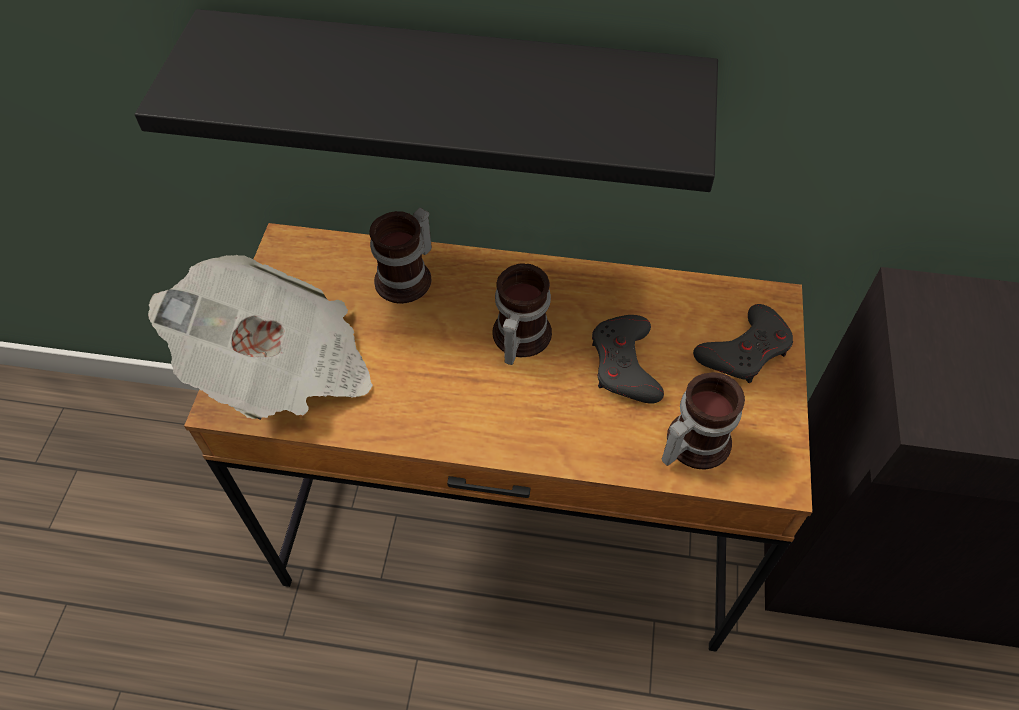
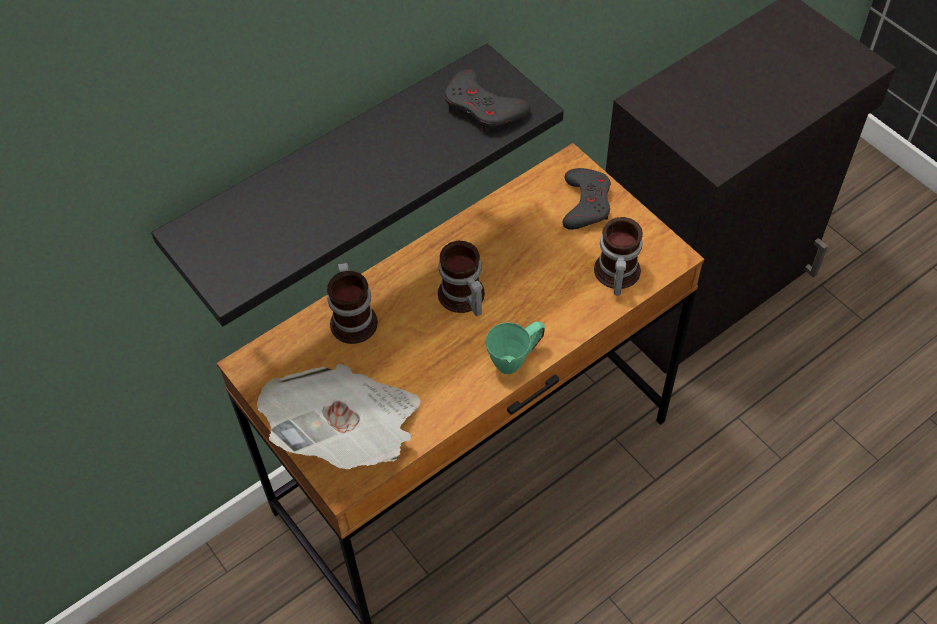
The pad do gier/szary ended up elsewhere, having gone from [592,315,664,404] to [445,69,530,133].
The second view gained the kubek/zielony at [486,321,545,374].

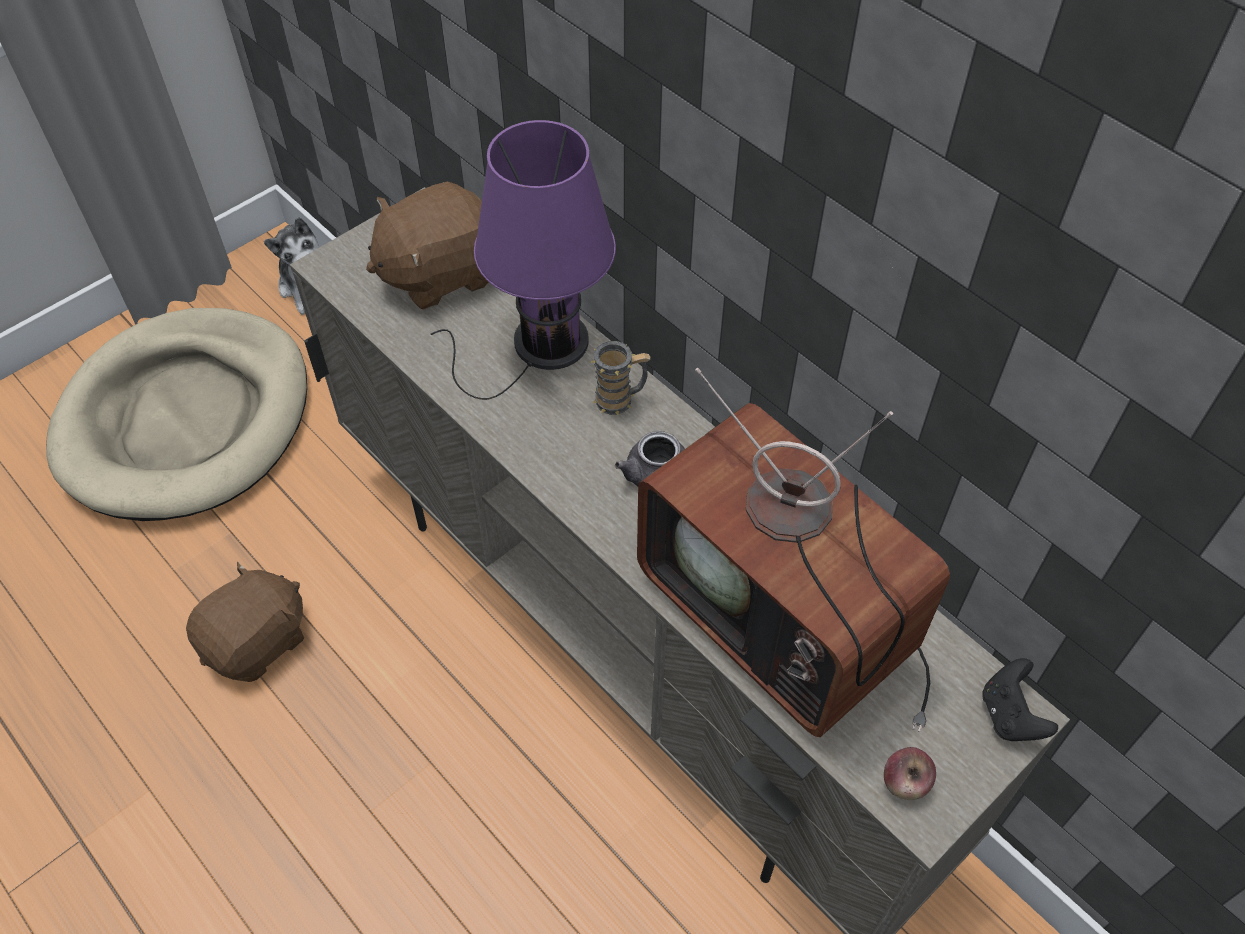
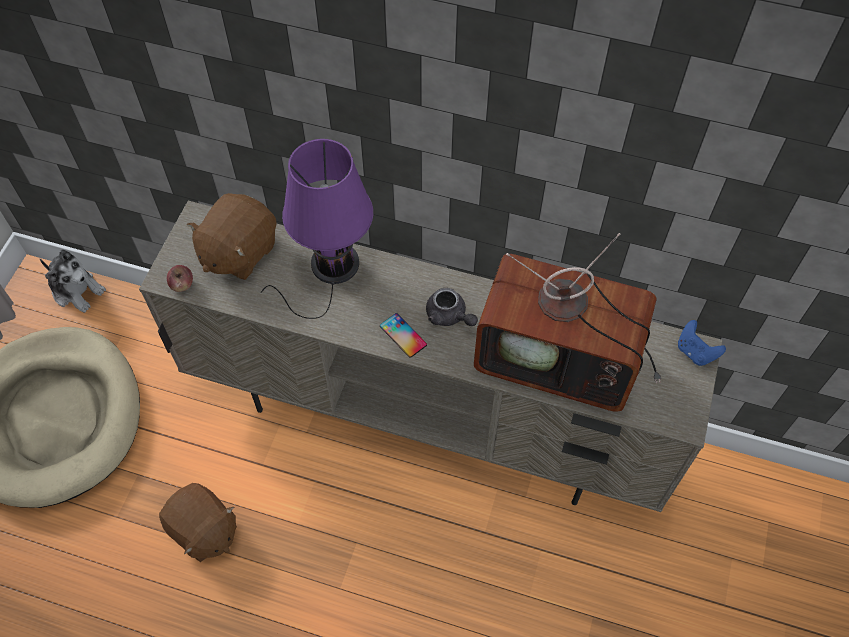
The pluszak/brązowy at [186,562,304,682] ended up facing another way, 120 degrees clockwise from before.
The second view lost the kubek at [591,341,651,415].
The jabłko ended up elsewhere, having gone from [884,747,936,800] to [167,265,193,292].
What was the pad do gier/czarny at [982,658,1058,741] turned into the pad do gier/niebieski at [678,320,726,366].
The second view gained the telefon at [380,313,427,358].

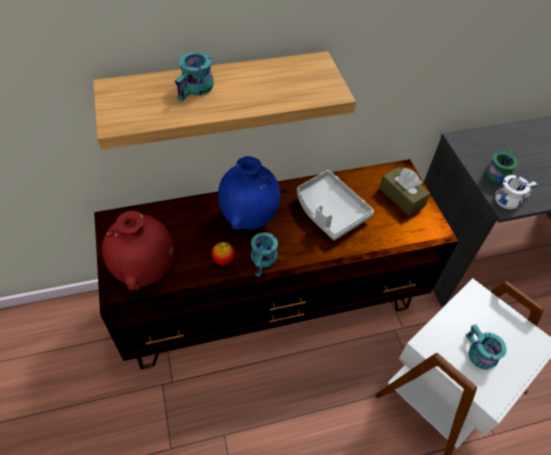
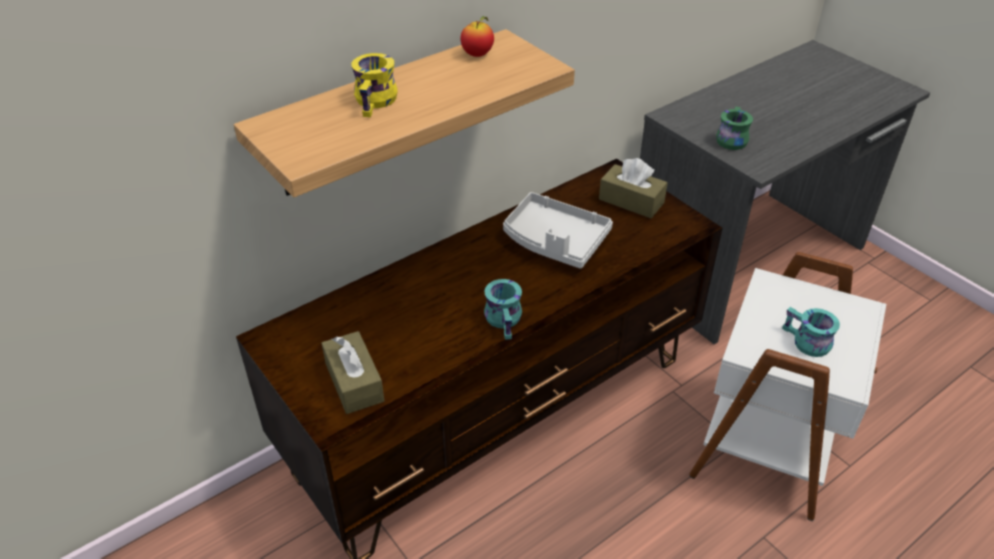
Where the wazon/czerwony stood at [102,211,174,291], the pudełko chusteczek/brązowy came to stand at [322,331,384,414].
What was the kubek/turkusowy at [175,52,214,102] turned into the kubek/żółty at [351,53,398,117].
The jabłko ended up elsewhere, having gone from [211,242,235,265] to [460,16,494,57].
The second view lost the wazon/niebieski at [218,156,281,230].
The second view lost the kubek/biały at [495,175,537,209].

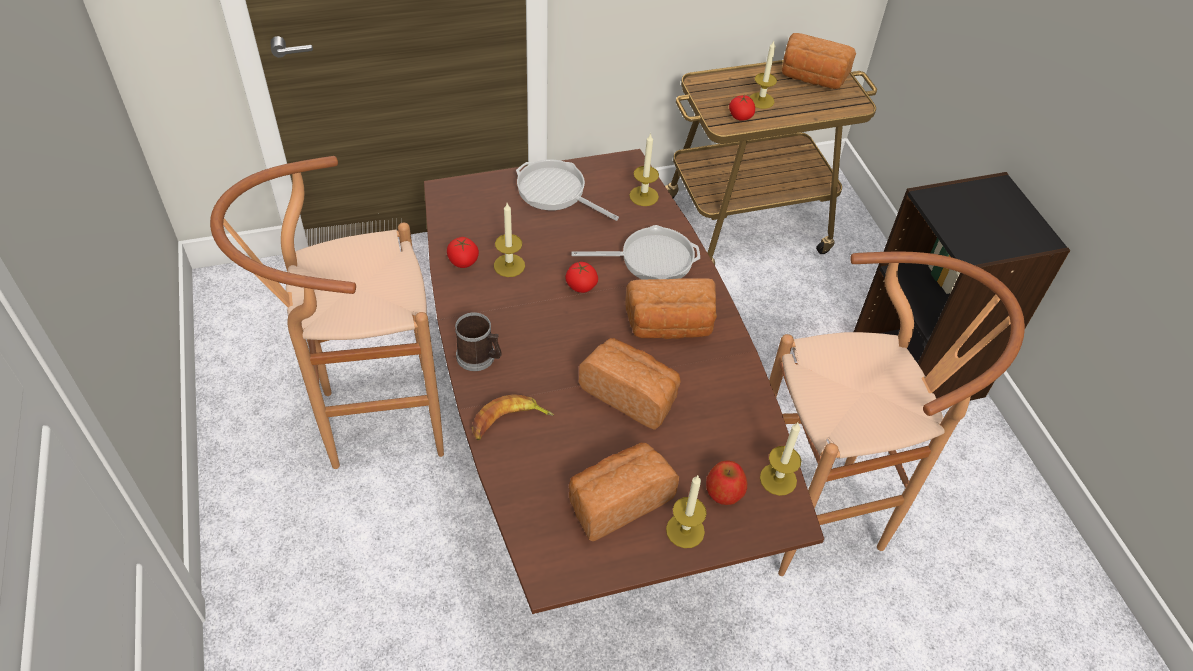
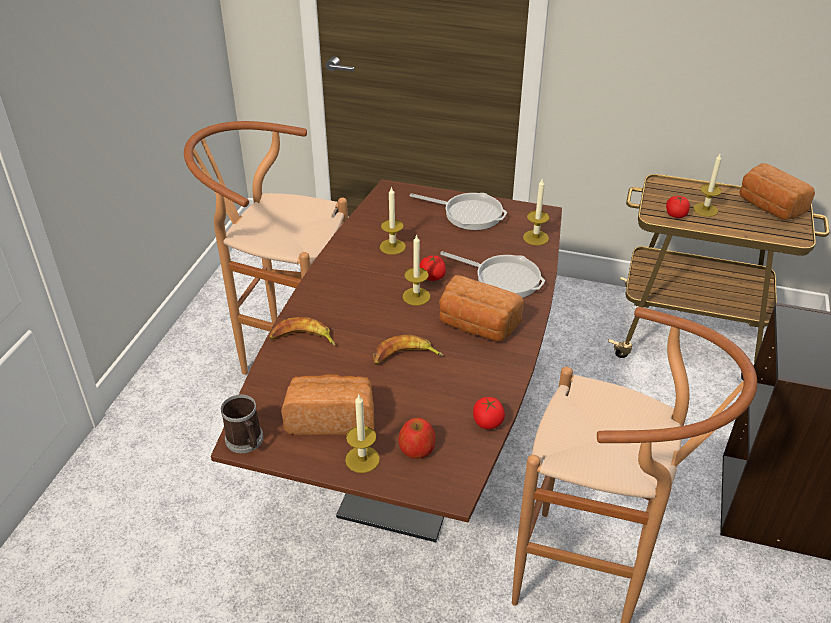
The pomidor ended up elsewhere, having gone from [447,237,479,268] to [473,397,505,429].
The kubek ended up elsewhere, having gone from [455,312,501,371] to [221,394,263,453].
The patelnia at [516,160,619,221] ended up facing another way, 135 degrees clockwise from before.
Where the chleb stood at [579,338,681,430], the banan came to stand at [373,335,444,365].
The świeca ended up elsewhere, having gone from [760,422,801,496] to [403,234,430,306].

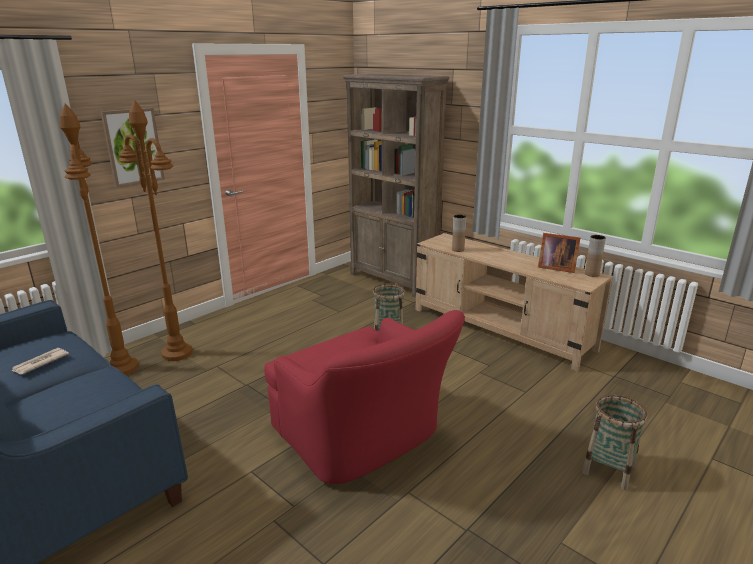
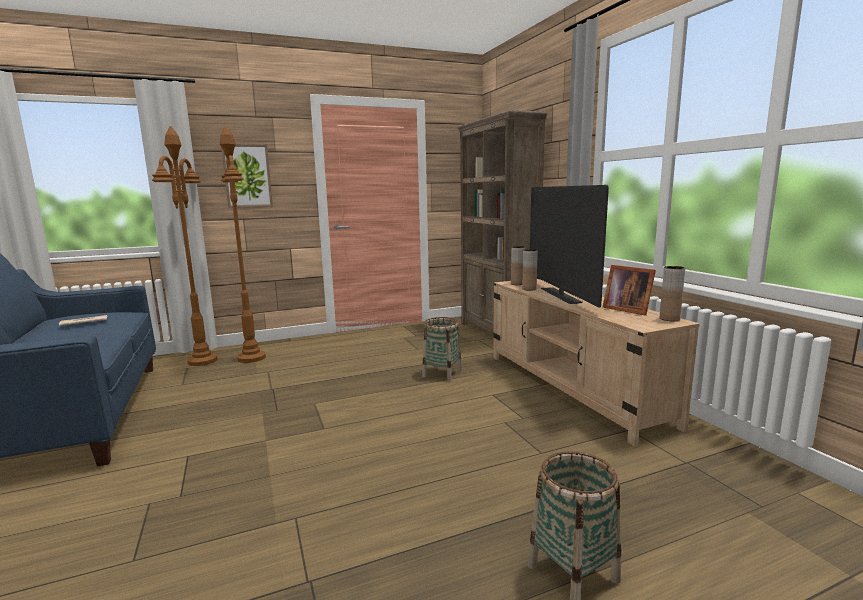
The second view lost the fotel/czerwony at [264,310,465,484].
The second view gained the wazon/brązowy at [511,246,525,285].
The second view gained the telewizor at [530,185,609,307].

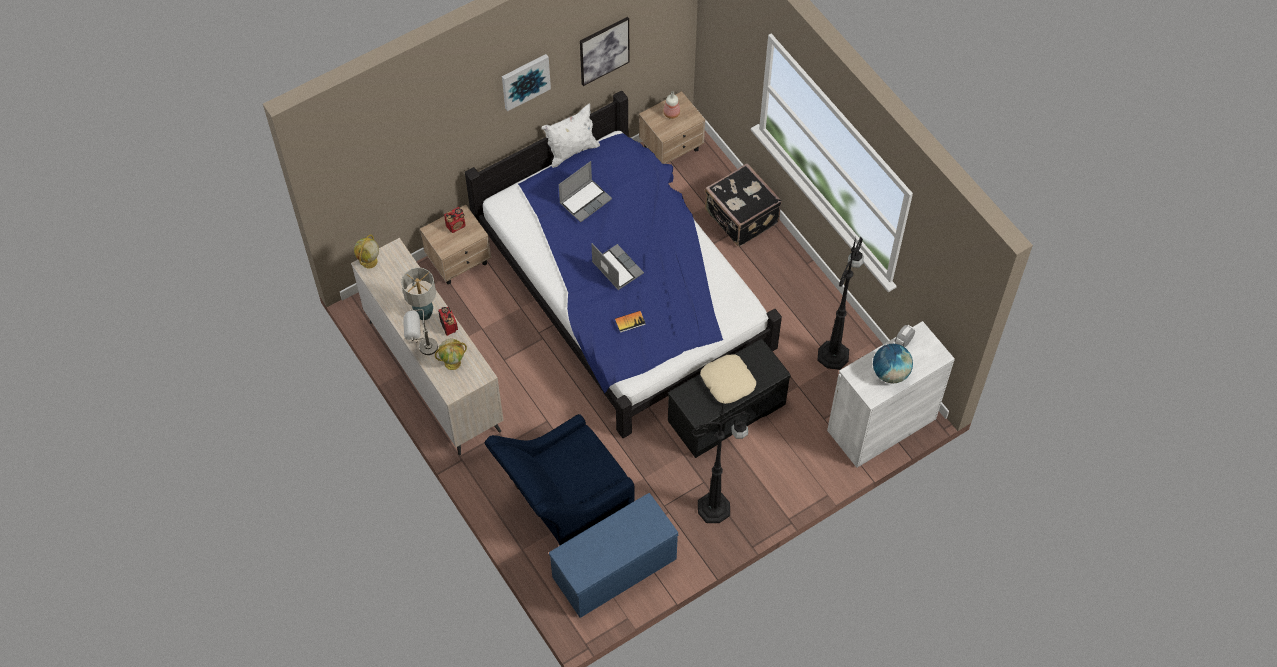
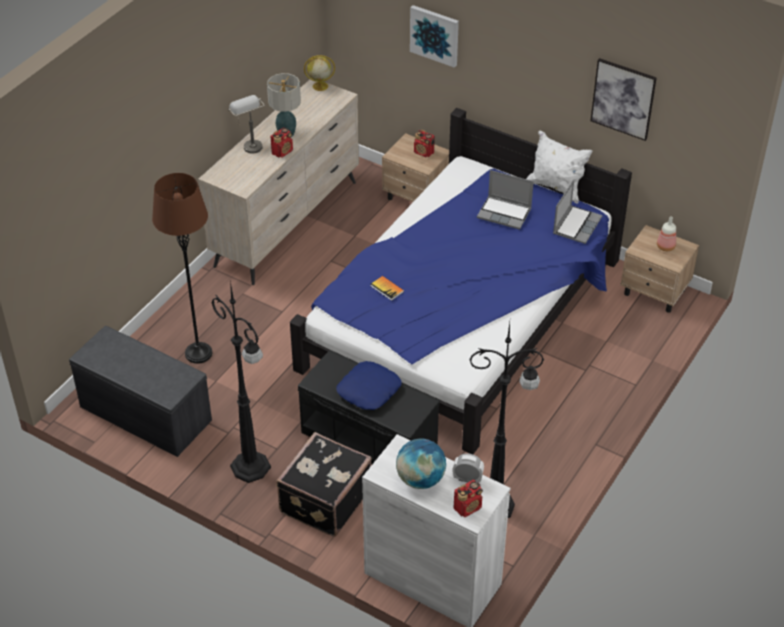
The second view lost the globus at [435,339,467,370].
Where the fotel/niebieski stood at [485,414,635,545], the lampa stojąca/brązowy came to stand at [152,173,212,364].
The obraz ended up elsewhere, having gone from [502,54,551,111] to [410,5,459,68].
What was the ławka/niebieski at [549,493,678,618] turned into the ławka/szary at [69,326,212,457].
The laptop ended up elsewhere, having gone from [591,243,644,290] to [553,179,602,244].
What was the poduszka/beżowy at [700,354,756,404] turned into the poduszka/niebieski at [336,361,402,410].
The walizka/czarny ended up elsewhere, having gone from [705,163,782,247] to [276,432,372,537].
The second view gained the radio at [454,480,483,517].

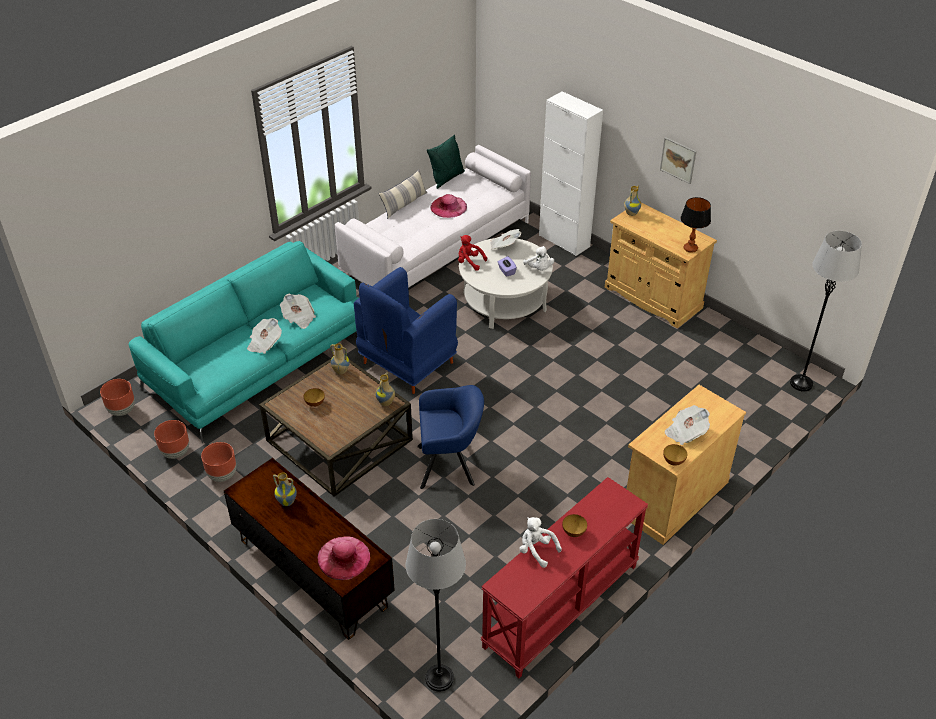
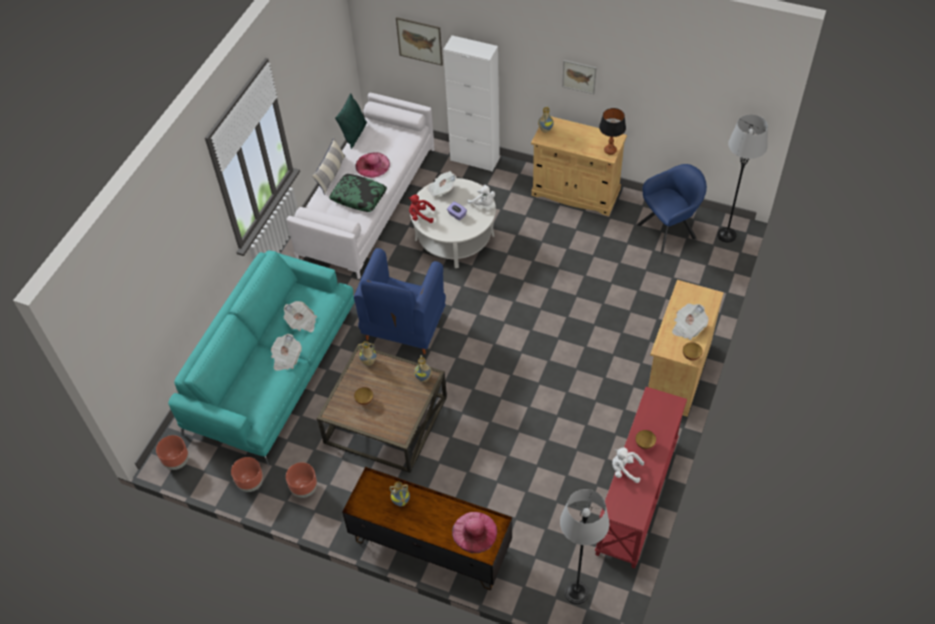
The fotel/niebieski ended up elsewhere, having gone from [417,385,484,489] to [637,164,707,254].
The second view gained the poduszka at [329,174,387,212].
The second view gained the obraz at [396,17,443,66].

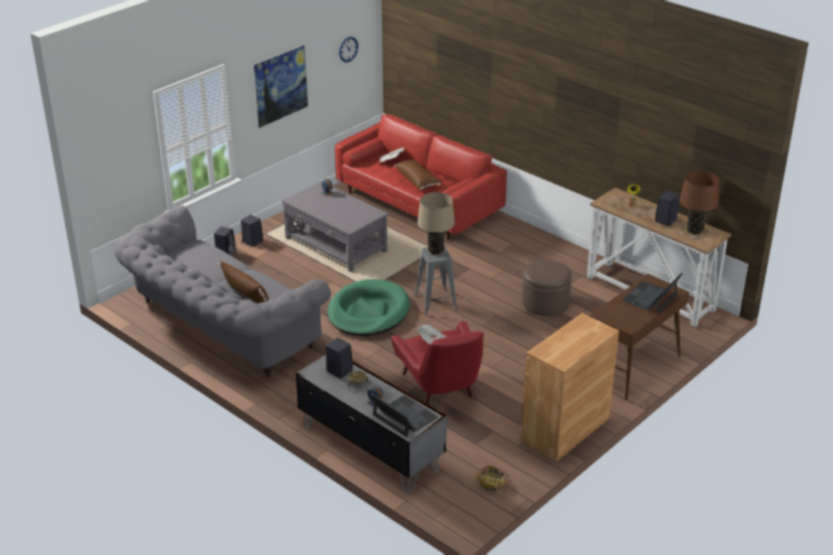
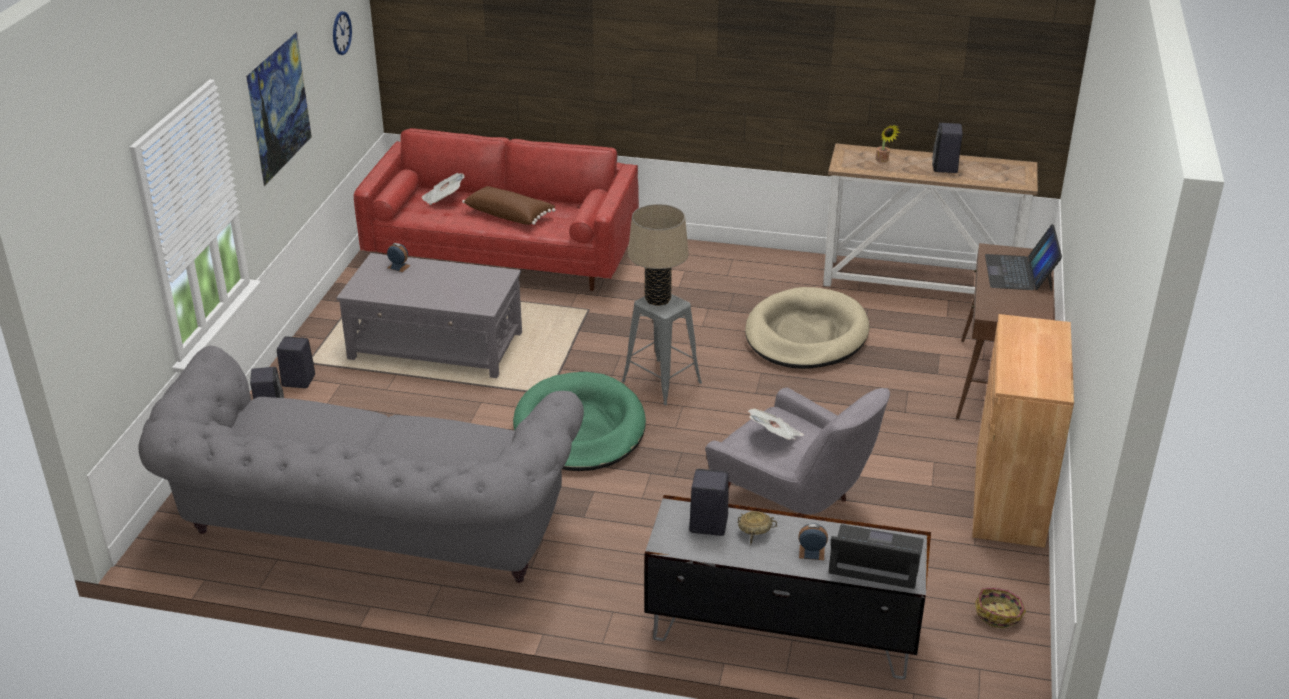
The second view lost the poduszka/brązowy at [219,261,269,303].
What was the fotel/czerwony at [390,321,484,405] turned into the fotel/szary at [705,388,890,514].
Where the pufa/brązowy stood at [522,260,572,316], the legowisko/beżowy came to stand at [745,287,869,369].
The second view lost the lampa stołowa/brązowy at [680,170,719,234].

